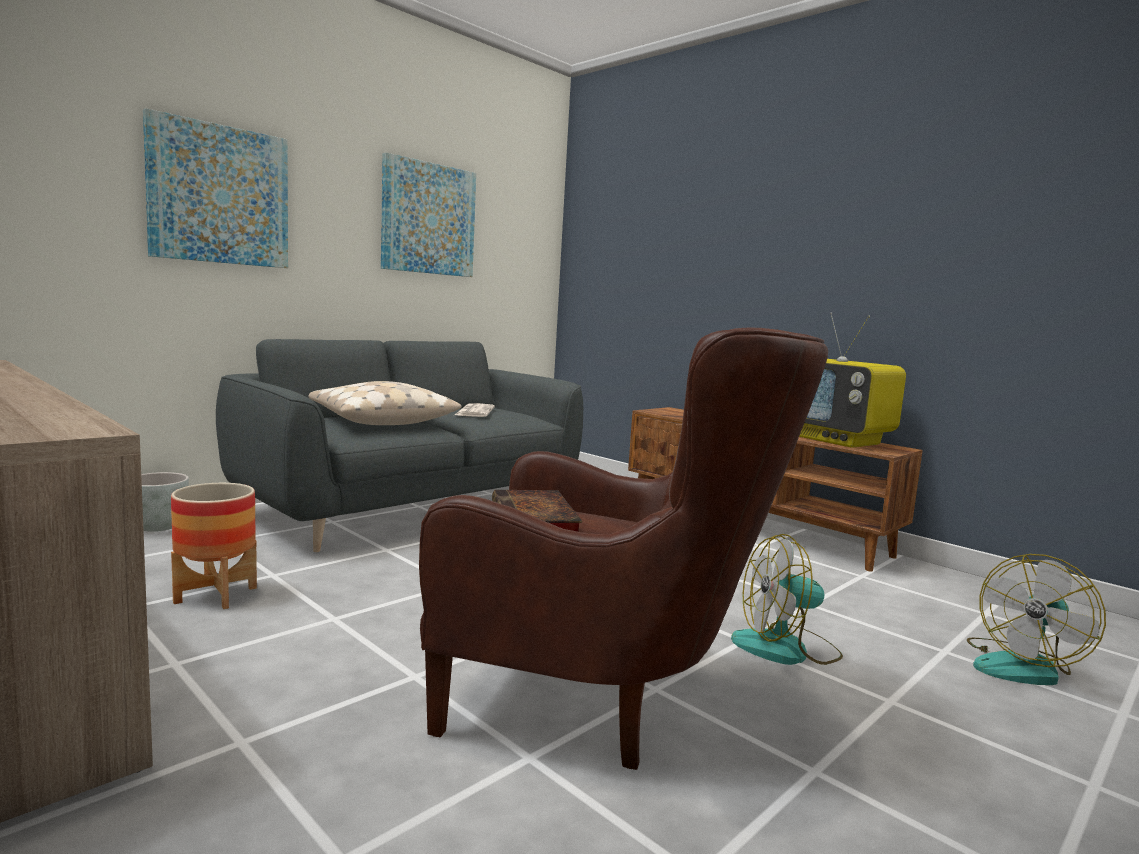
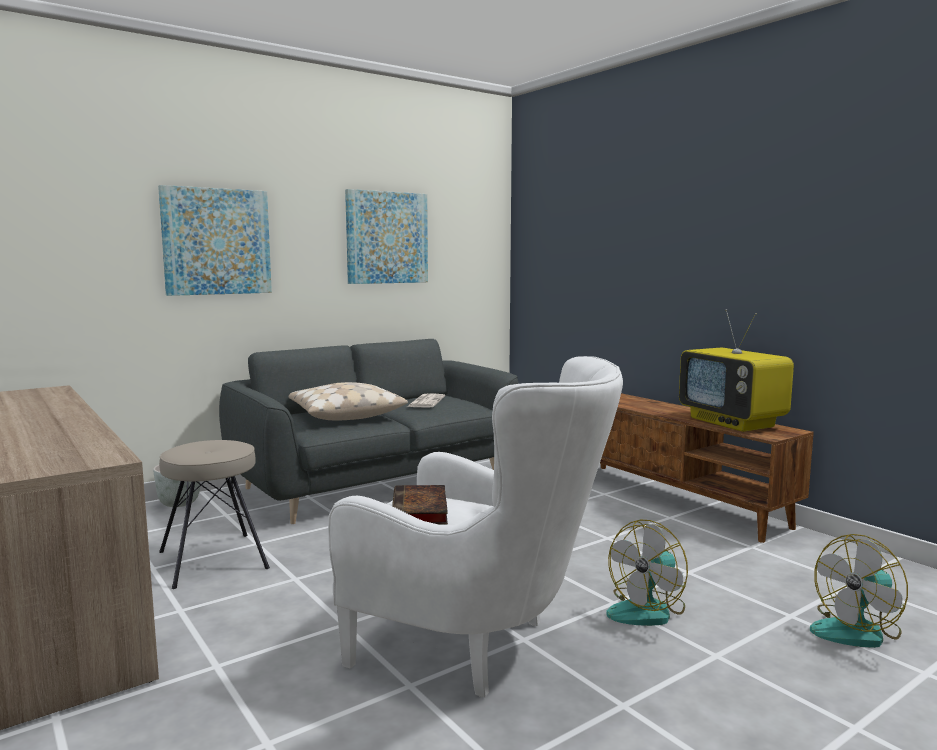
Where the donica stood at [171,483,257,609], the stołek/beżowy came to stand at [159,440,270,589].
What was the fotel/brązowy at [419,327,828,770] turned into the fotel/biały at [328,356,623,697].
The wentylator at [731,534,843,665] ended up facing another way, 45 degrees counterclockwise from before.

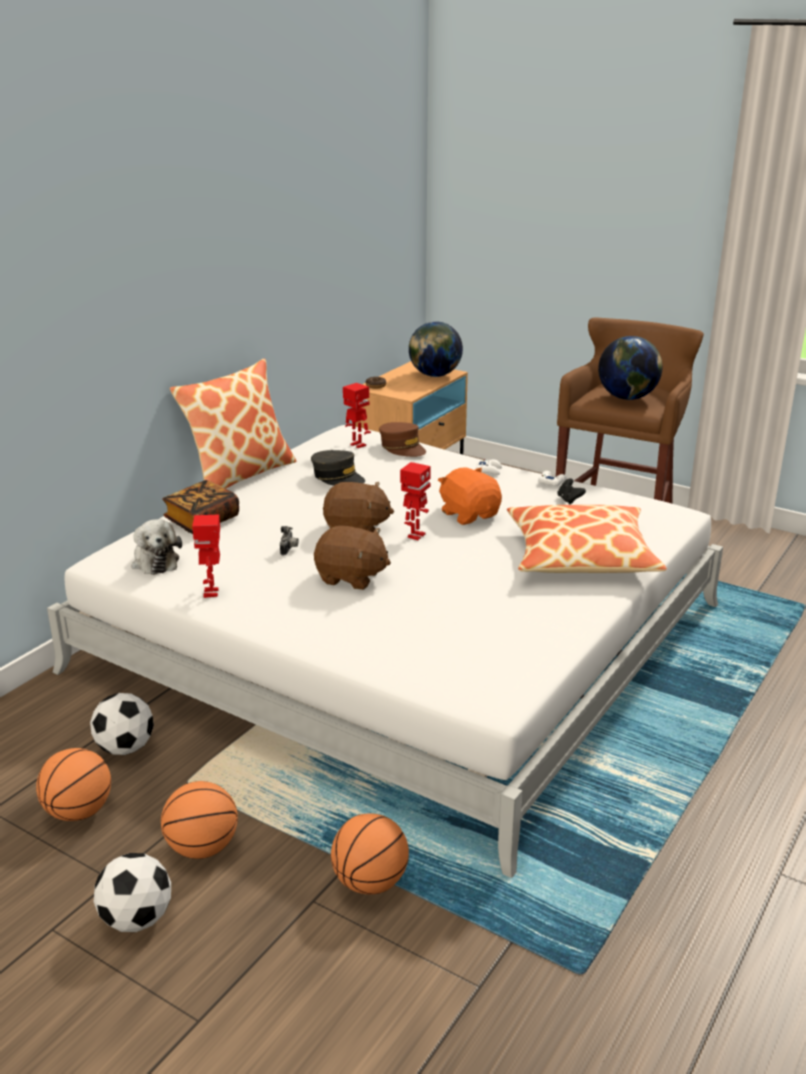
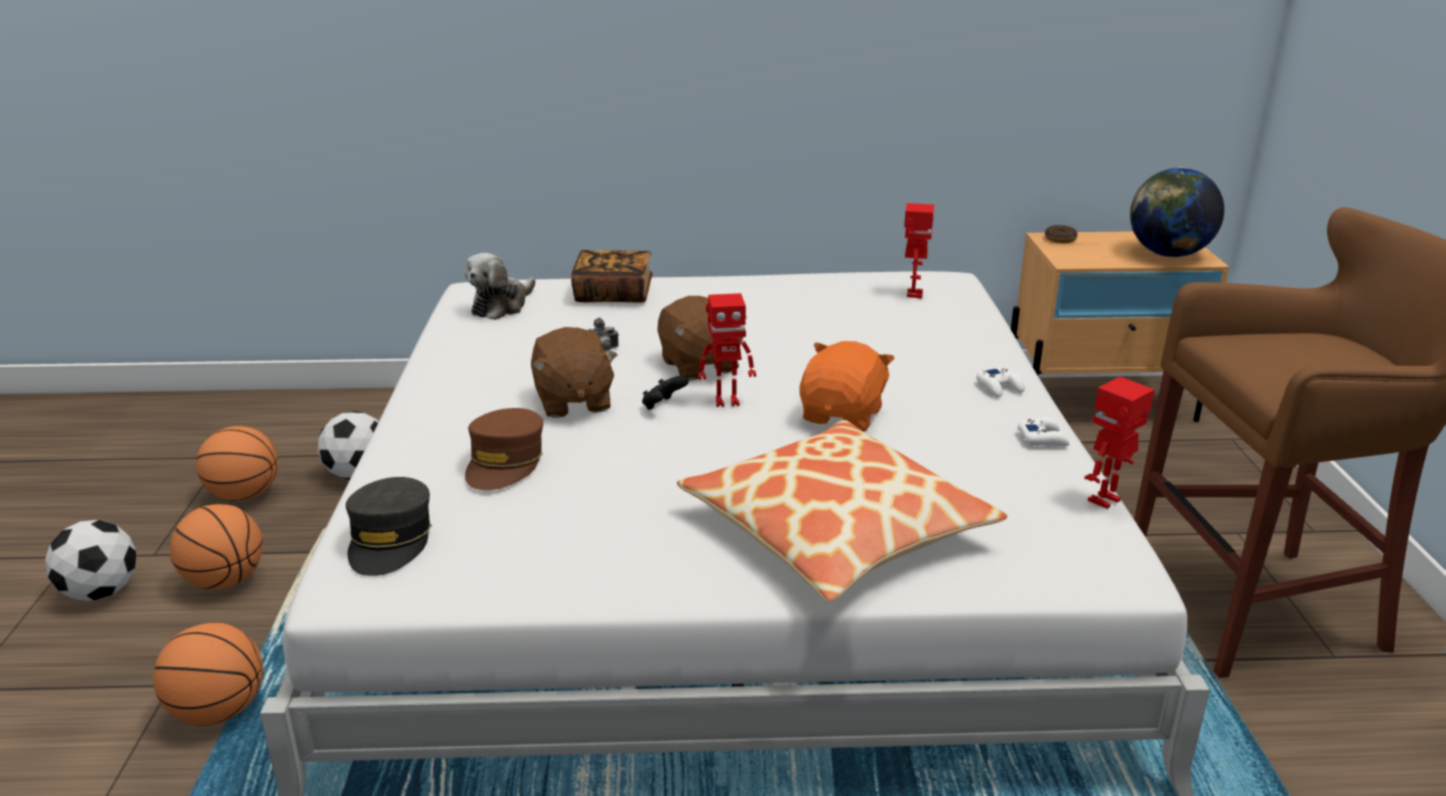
The second view lost the poduszka at [170,358,296,489].
The robot zabawkowy ended up elsewhere, having gone from [192,514,220,598] to [1084,377,1155,509].
The czapka z daszkiem/szary ended up elsewhere, having gone from [311,450,365,486] to [346,477,432,576].
The czapka z daszkiem/brązowy ended up elsewhere, having gone from [379,422,426,457] to [465,408,543,490].
The pad do gier/czarny ended up elsewhere, having gone from [557,478,586,504] to [642,376,689,410].
The second view lost the globus at [598,336,663,400].

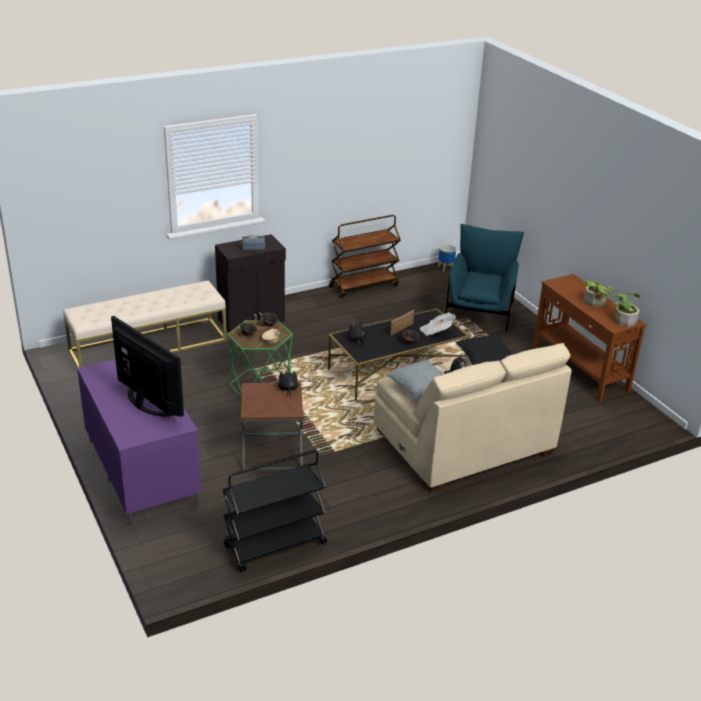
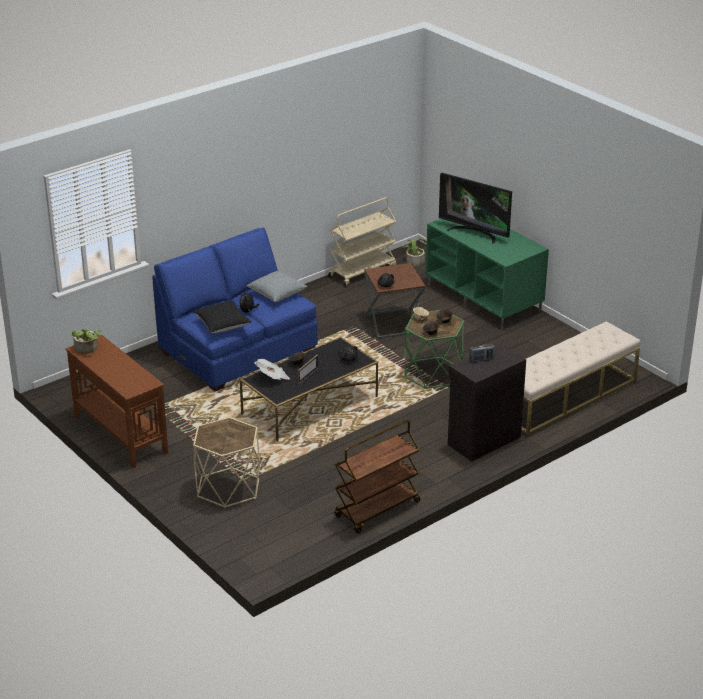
What was the szafka pod telewizor/fioletowy at [77,359,201,526] turned into the szafka pod telewizor/zielony at [426,219,549,329].
What was the wózek/czarny at [222,450,327,572] turned into the wózek/beżowy at [328,197,396,287].
What was the kanapa/beżowy at [373,343,572,491] turned into the kanapa/niebieski at [152,228,318,391].
The second view lost the donica at [438,244,456,272].
Where the fotel/niebieski stood at [445,224,524,337], the stolik/beżowy came to stand at [193,417,260,508].
The roślina doniczkowa ended up elsewhere, having gone from [584,280,615,307] to [404,238,427,267].

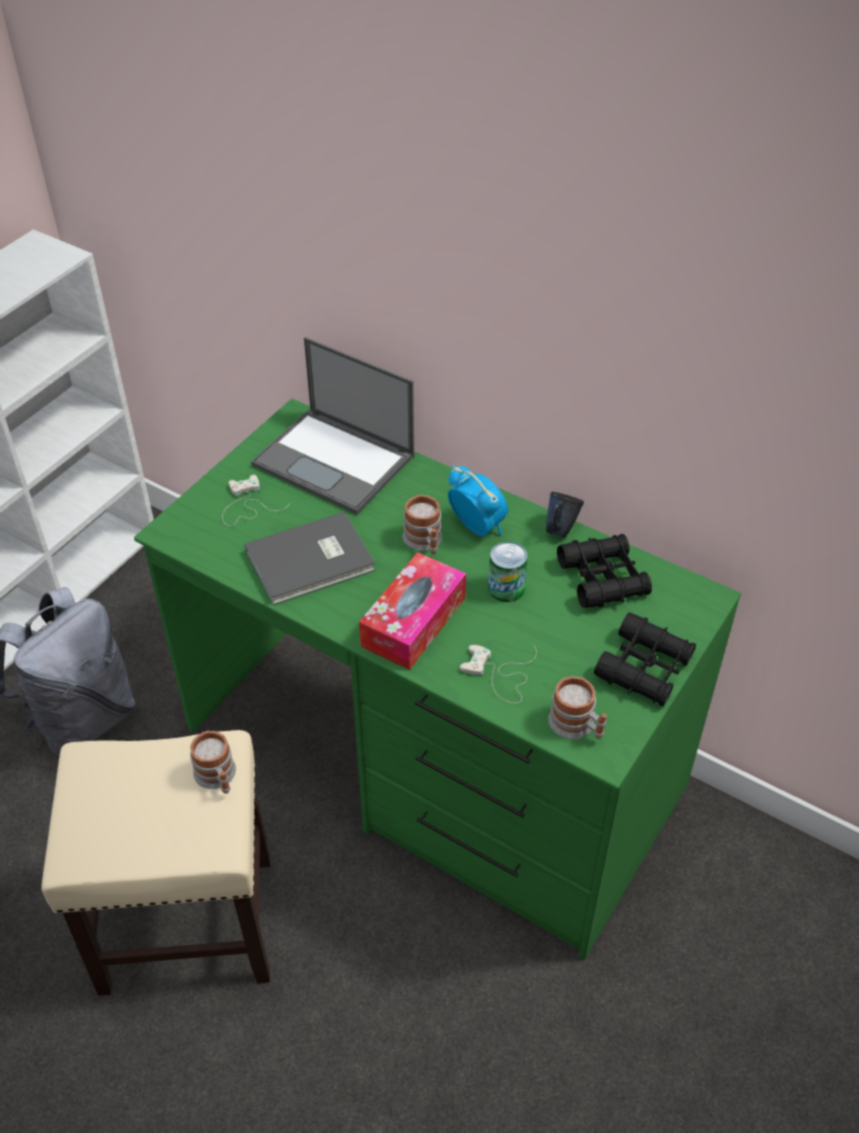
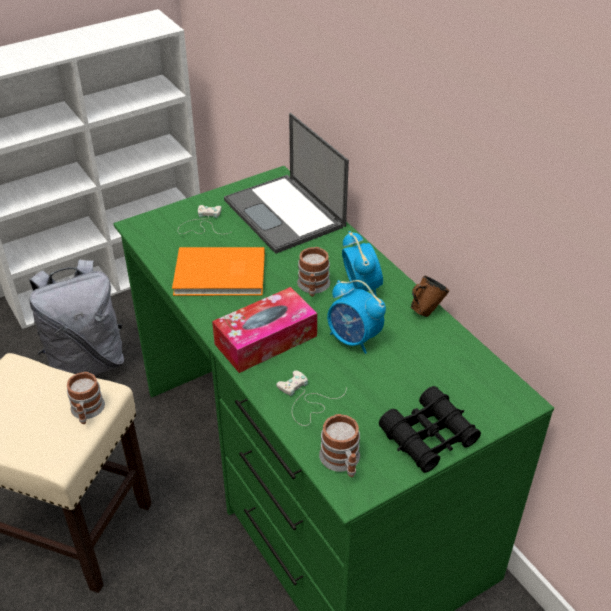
What was the książka/szary at [245,512,375,605] turned into the książka/pomarańczowy at [172,247,265,296].
Where the puszka stood at [488,542,528,602], the budzik came to stand at [327,280,386,354].
What was the kubek/niebieski at [546,492,584,537] turned into the kubek/brązowy at [411,275,449,317].
The second view lost the lornetka/czarny at [557,534,652,608].

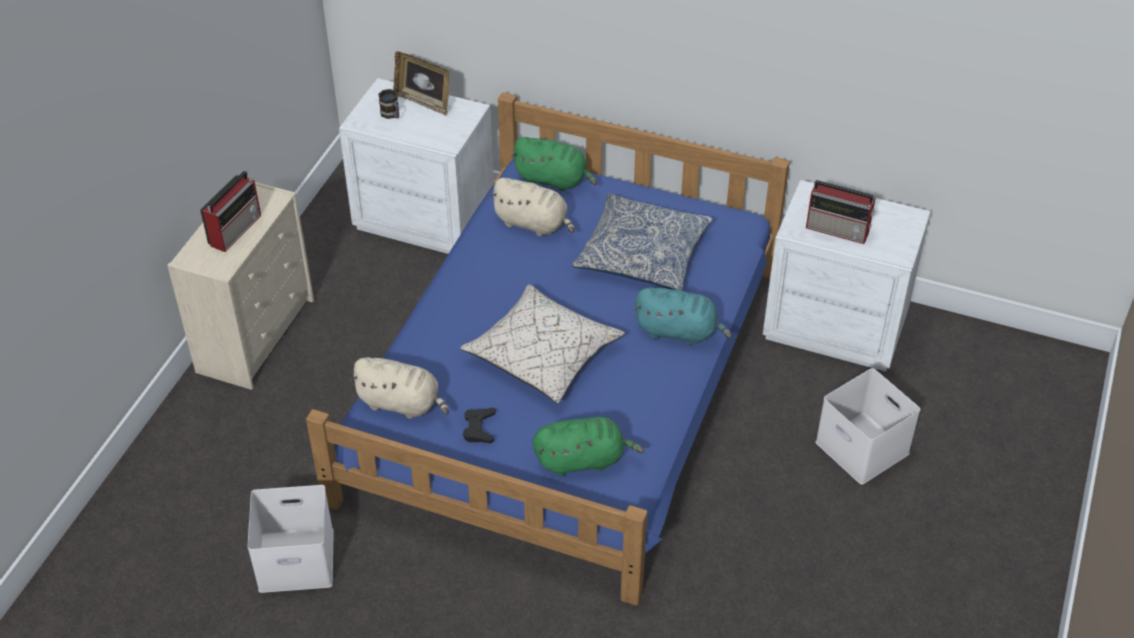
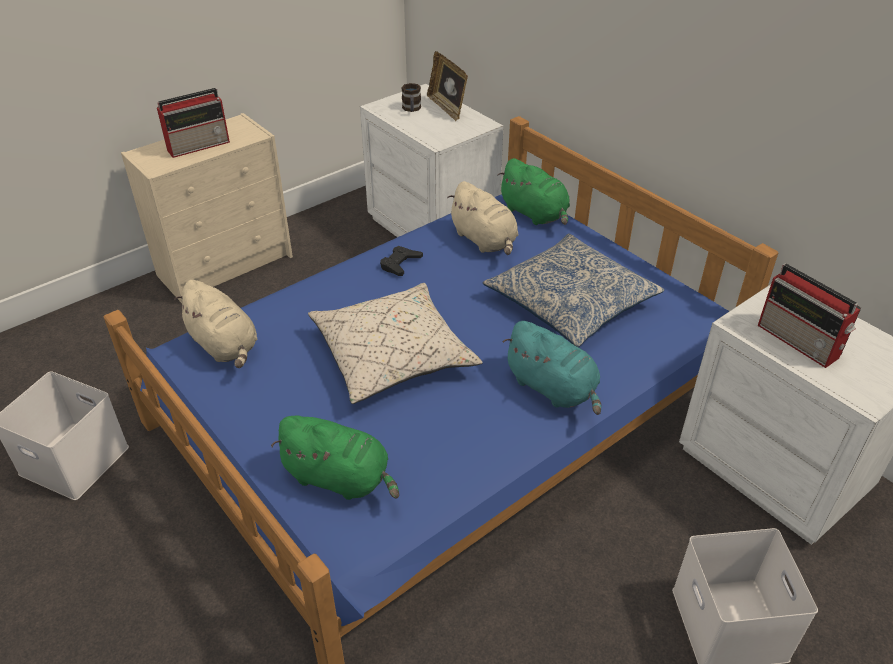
The pad do gier/czarny ended up elsewhere, having gone from [463,408,496,443] to [380,246,423,276].

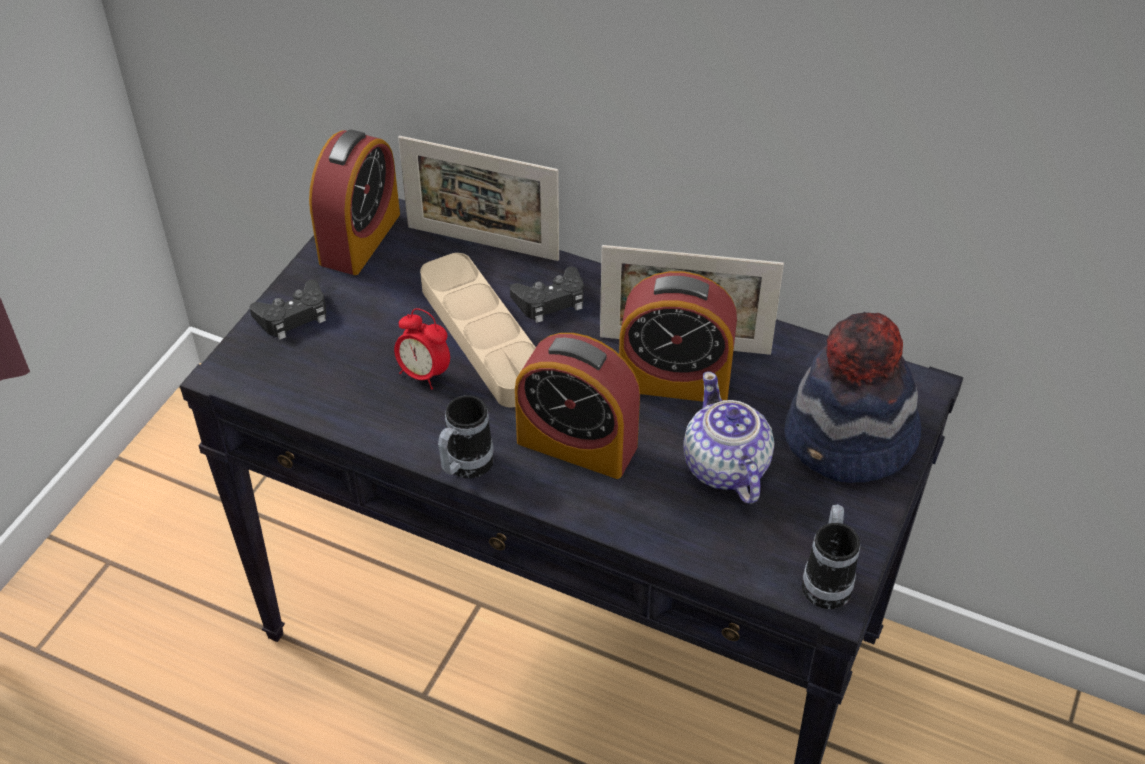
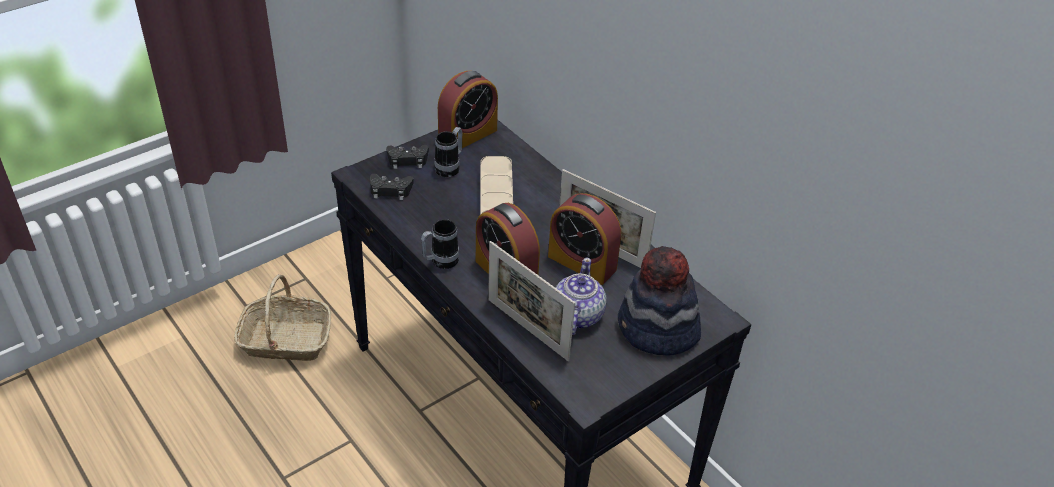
The second view lost the budzik at [394,308,450,390].
The ramka na zdjęcie ended up elsewhere, having gone from [398,136,559,261] to [488,241,575,361].
The pad do gier/czarny ended up elsewhere, having gone from [510,267,584,323] to [370,174,414,200].
The kubek ended up elsewhere, having gone from [802,504,860,609] to [434,127,463,177].
The second view gained the koszyk at [234,274,331,361].

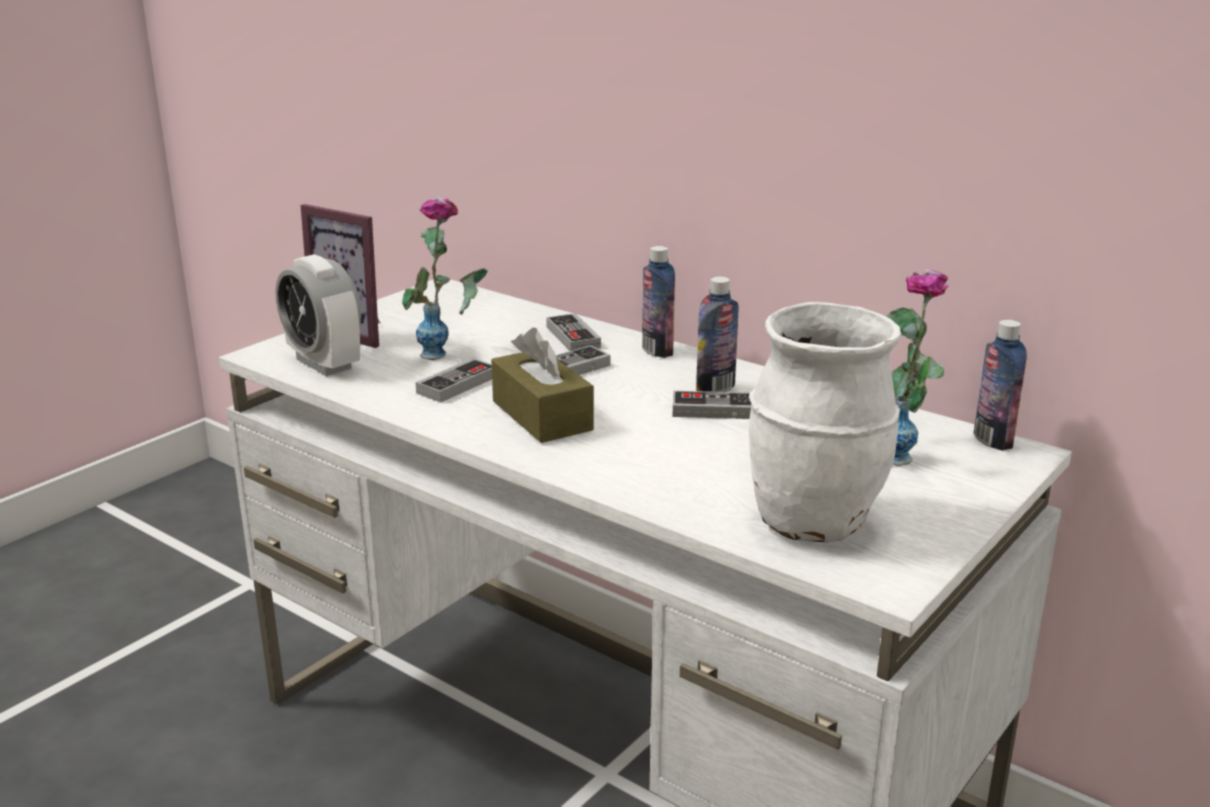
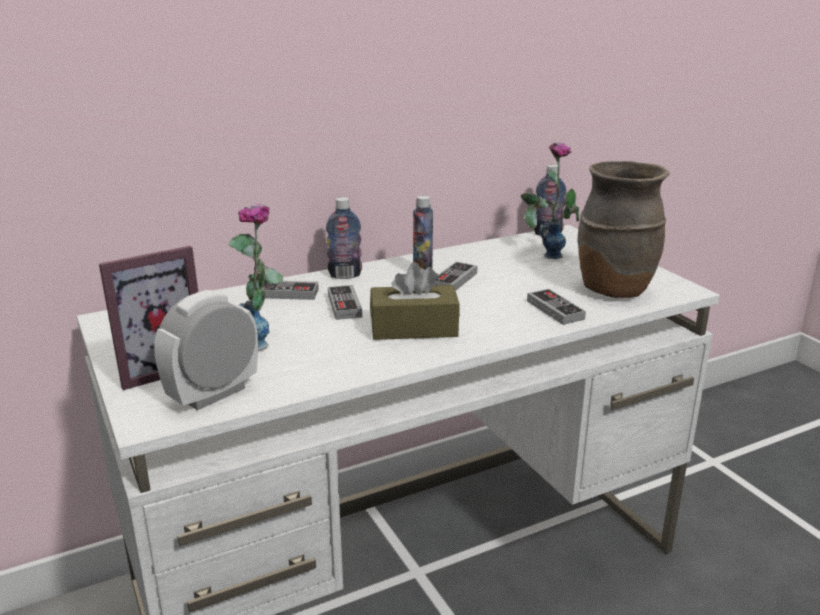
The budzik at [275,254,361,376] ended up facing another way, 150 degrees clockwise from before.
The pad do gier ended up elsewhere, having gone from [415,358,492,402] to [527,289,586,325].
What was the wazon/biały at [749,302,901,542] turned into the wazon/brązowy at [578,161,670,298].

